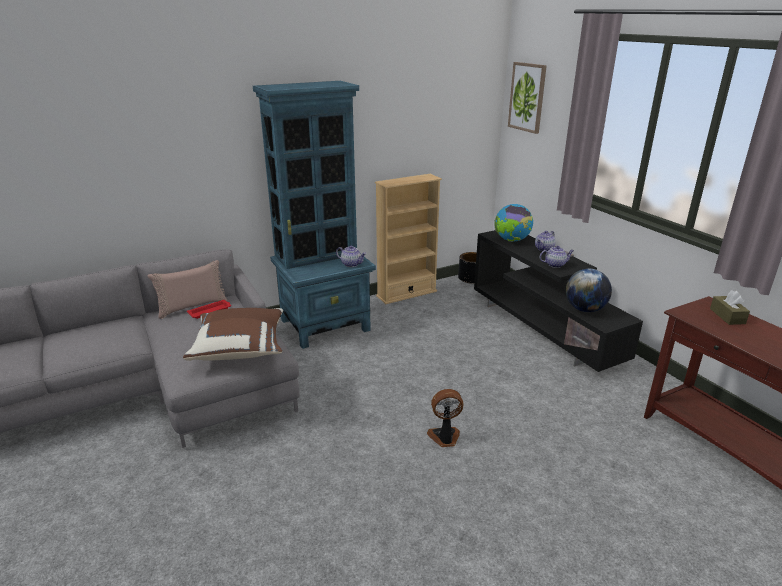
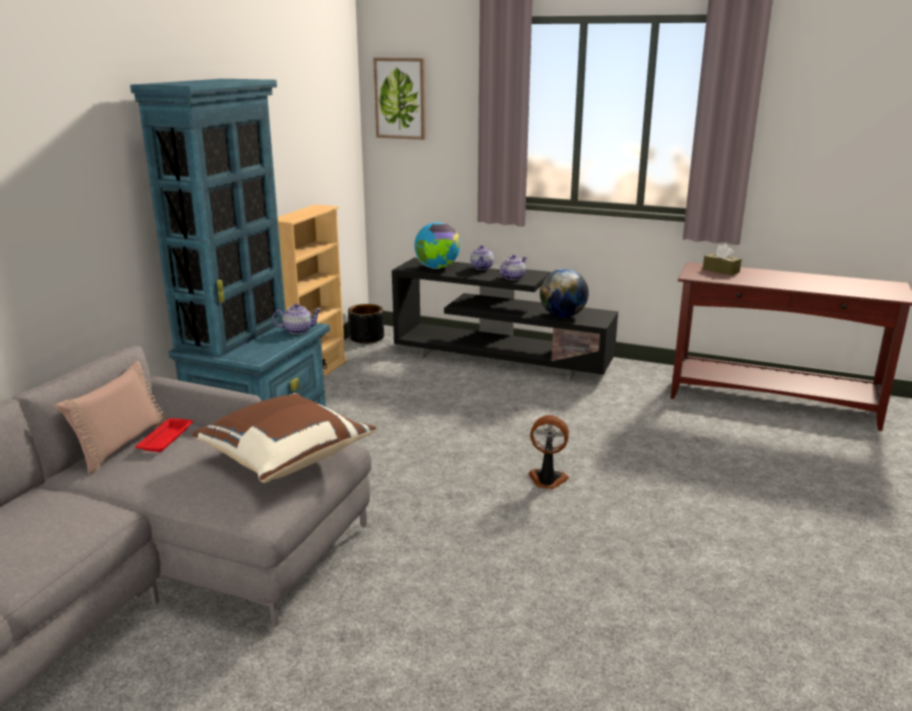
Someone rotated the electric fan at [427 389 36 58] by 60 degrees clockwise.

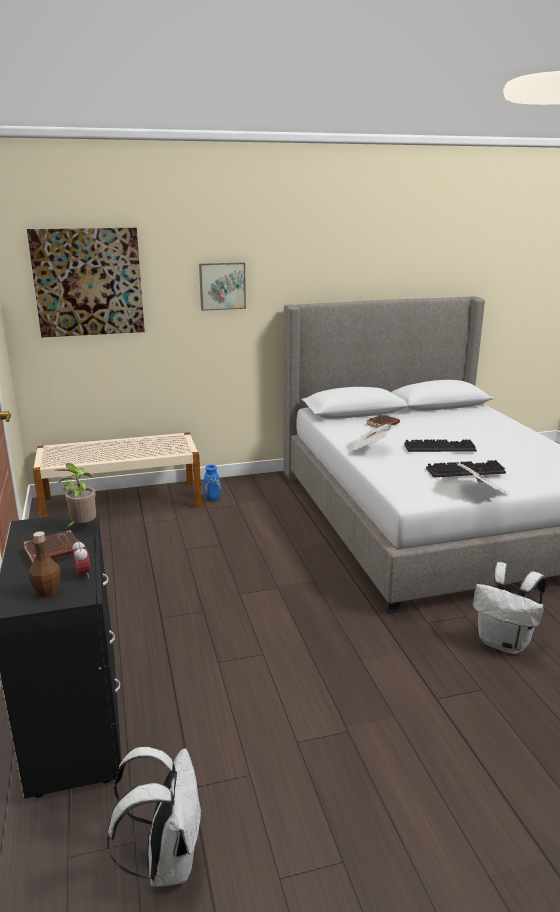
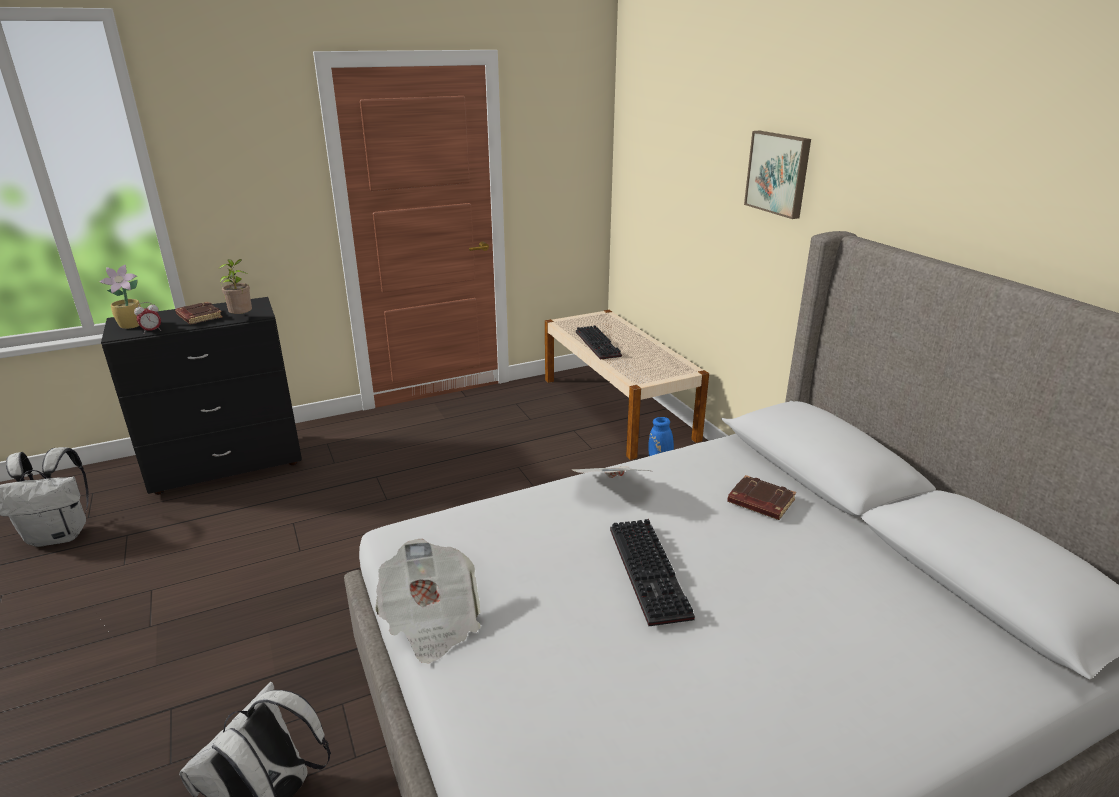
Someone took away the wall picture at [27 228 118 110]. Someone carried the computer keyboard from [426 460 80 17] to [576 325 46 35]. Someone swapped the brown-coloured bottle at [29 531 32 66] for the plant in a pot at [100 265 41 64].

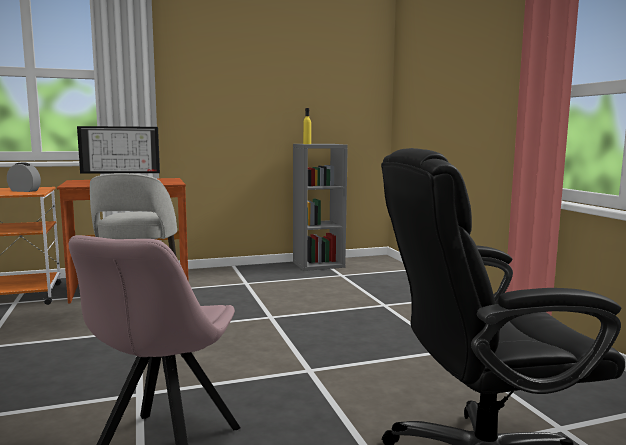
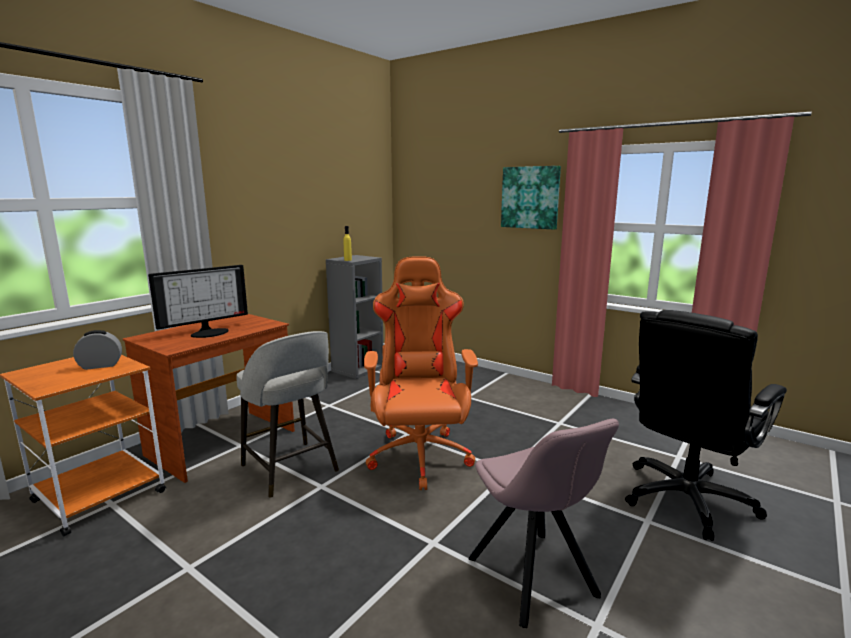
Someone put up the wall picture at [501 166 60 64]. Someone put down the orange office chair at [364 257 114 233].

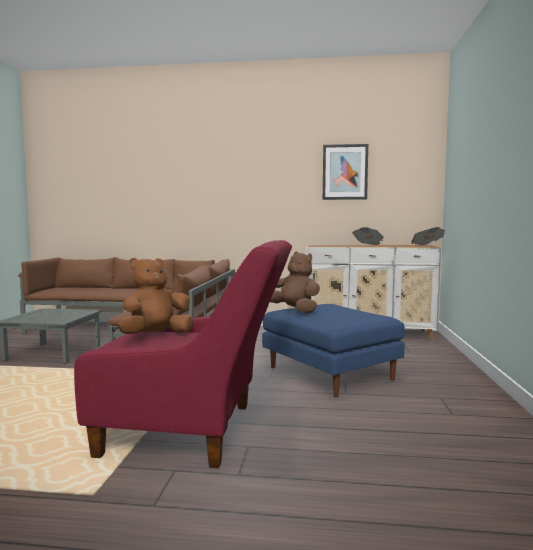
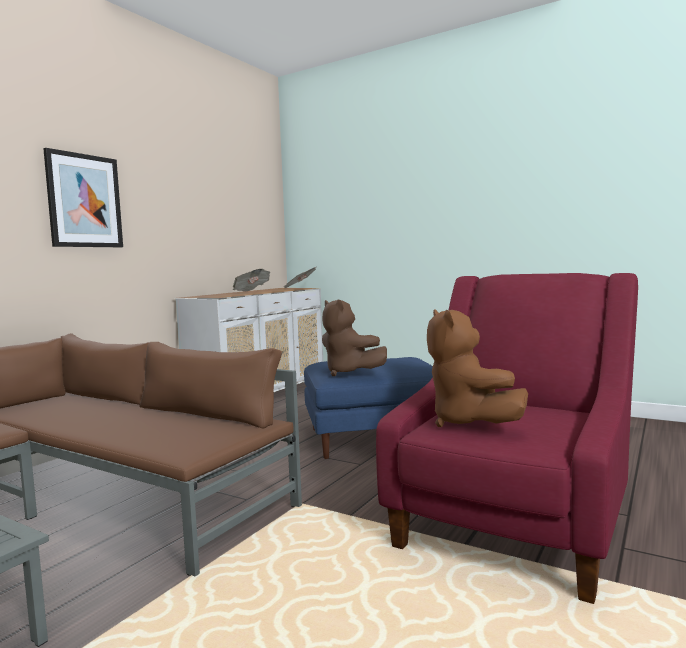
Someone carried the wall picture from [323 144 45 56] to [43 148 80 99]. Someone rotated the brown-coloured cuddly toy at [270 252 50 61] by 105 degrees counterclockwise.

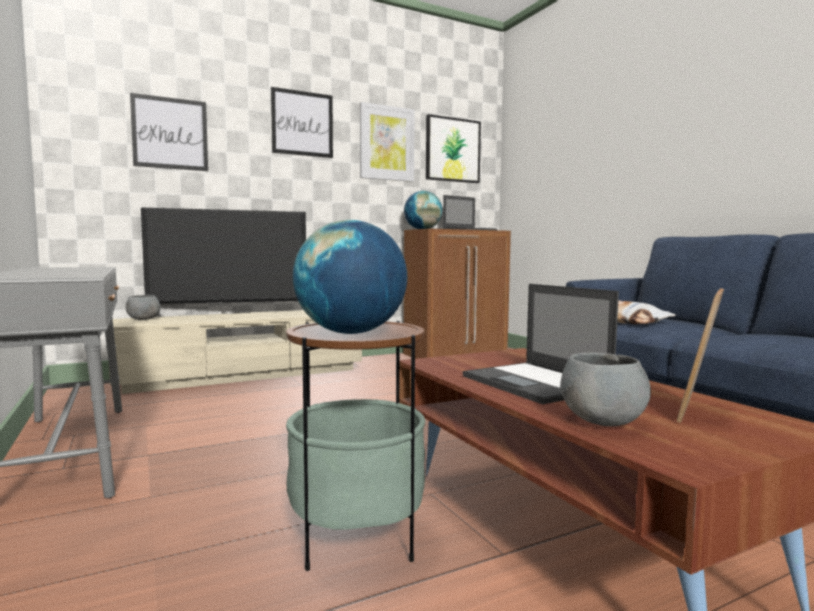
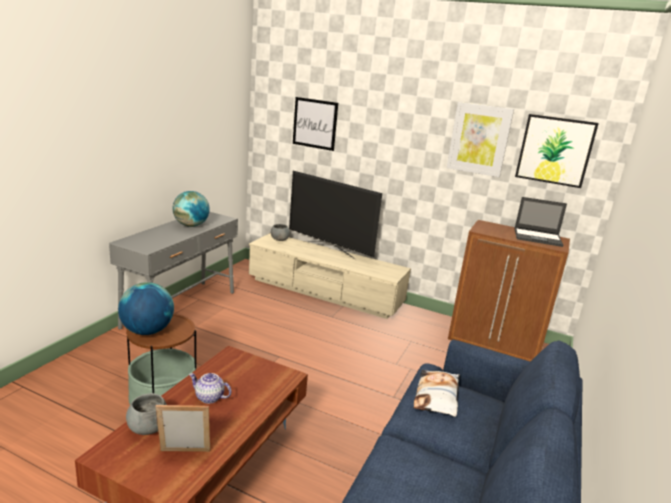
Someone took away the wall picture at [271 87 62 71]. Someone carried the desk globe from [404 191 38 38] to [172 191 38 36]. Someone swapped the laptop at [463 284 156 120] for the teapot at [189 373 42 31].

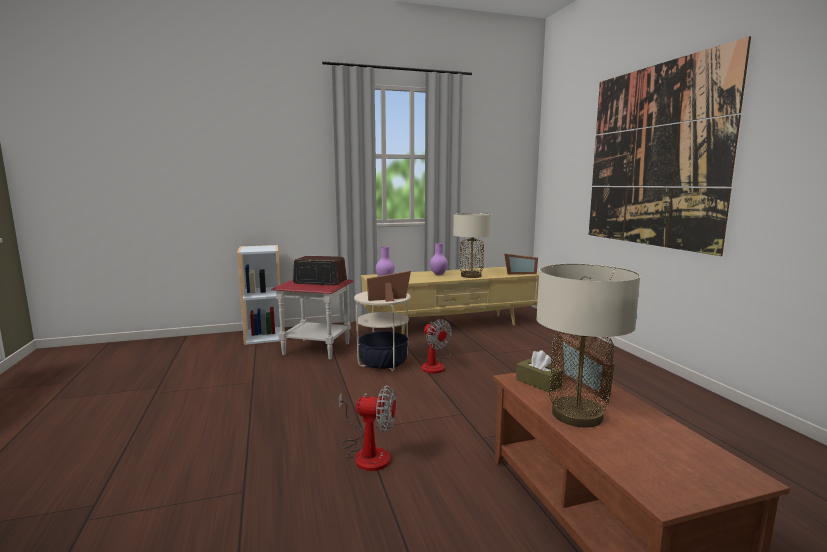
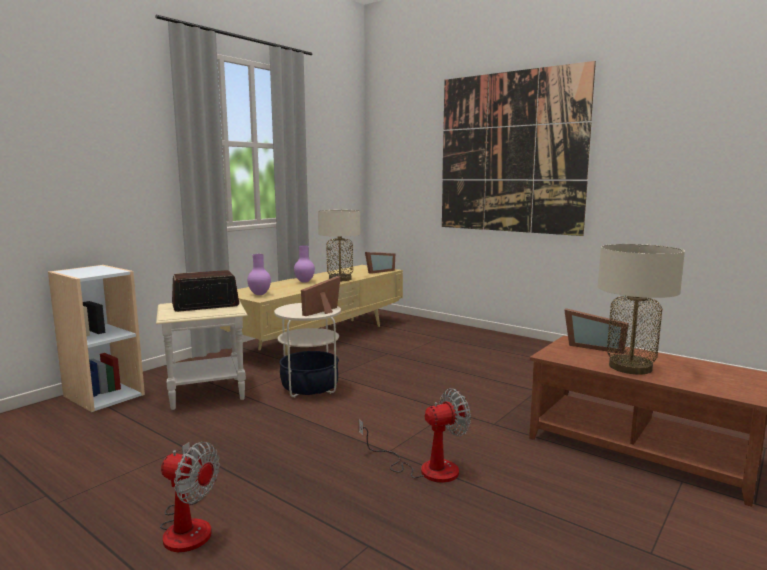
Someone repainted the reddish accent table at [271 279 83 81], which became the sand-coloured accent table at [156 300 92 110]. Someone carried the electric fan from [421 319 31 55] to [160 442 60 110]. Someone took away the brown-coloured tissue holder at [516 350 47 42].

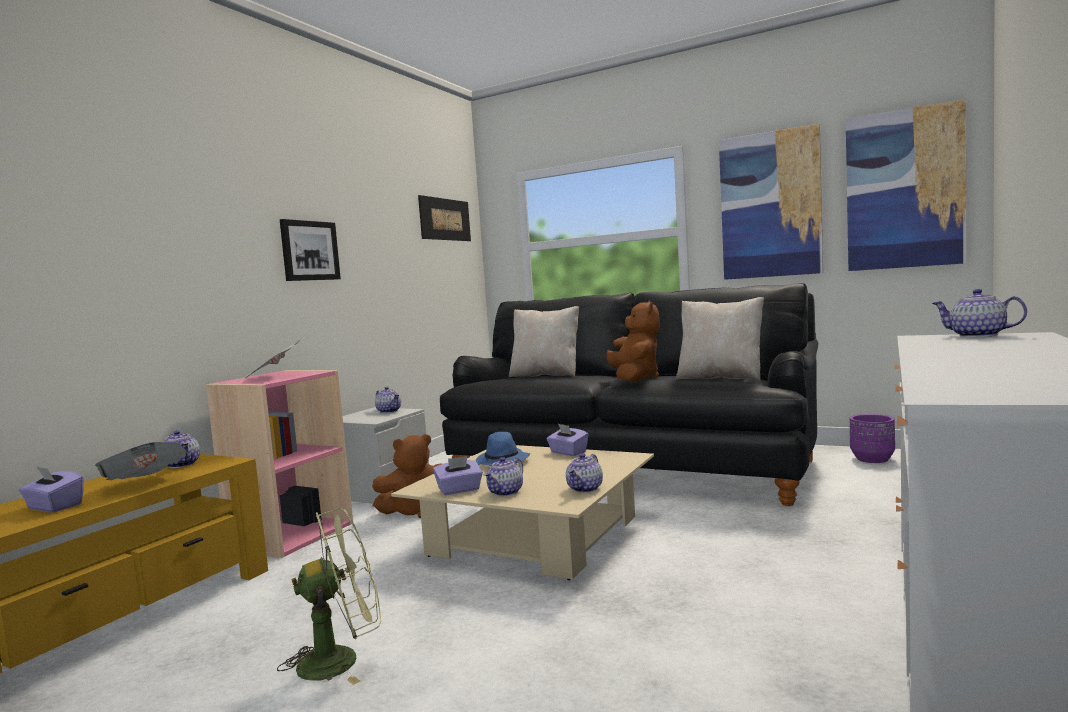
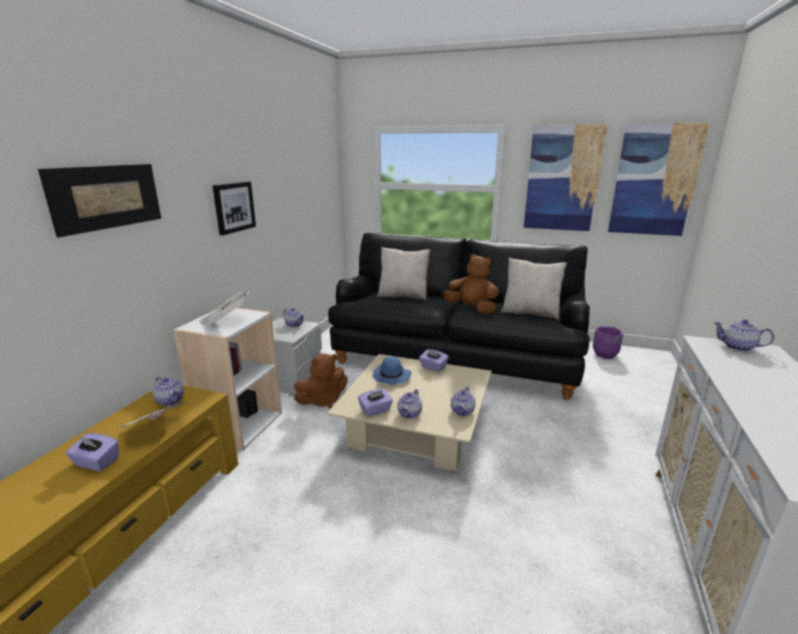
Someone carried the wall picture from [418 195 53 46] to [38 164 123 73]. Someone rotated the brown-coloured cuddly toy at [606 300 54 82] by 45 degrees counterclockwise. Someone repainted the pinkish shelving unit at [206 370 147 188], which became the whitish shelving unit at [173 308 109 143]. Someone took away the greenish electric fan at [277 507 104 178].

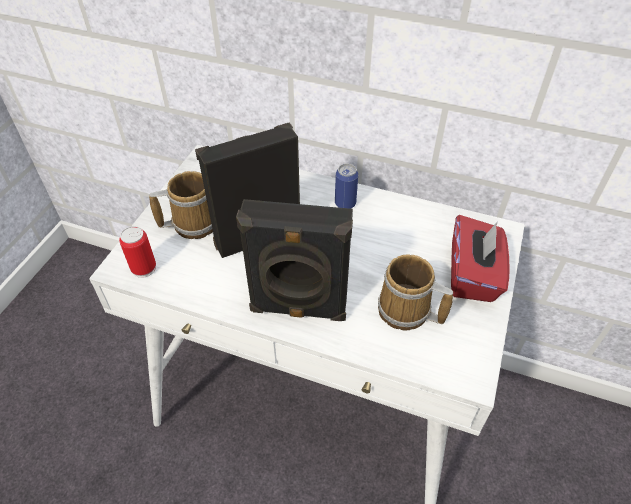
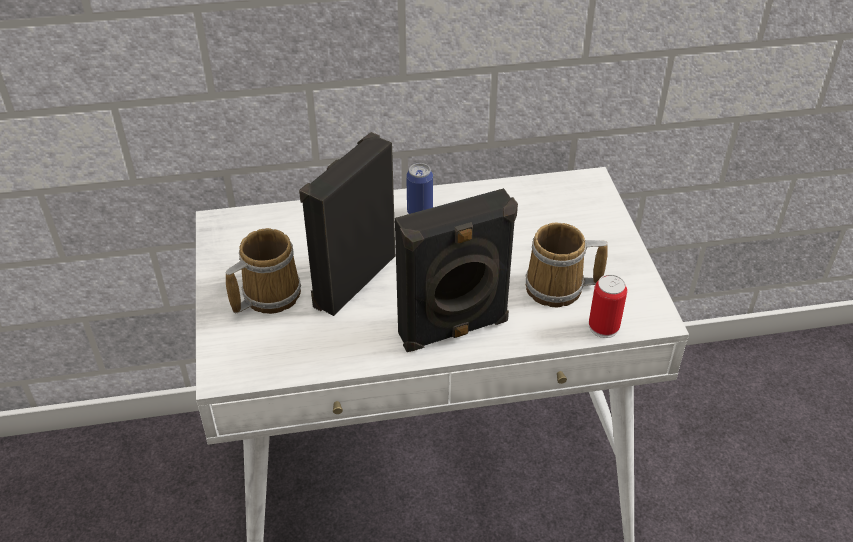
Someone took away the reddish tissue holder at [451 215 58 87]. Someone carried the metal can from [119 226 37 52] to [589 274 38 64].

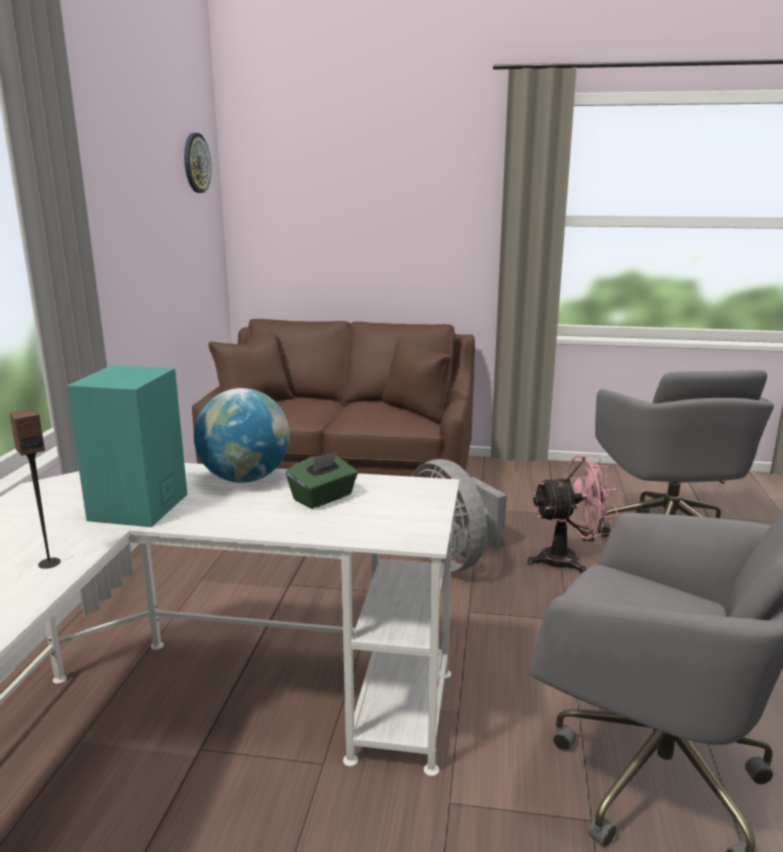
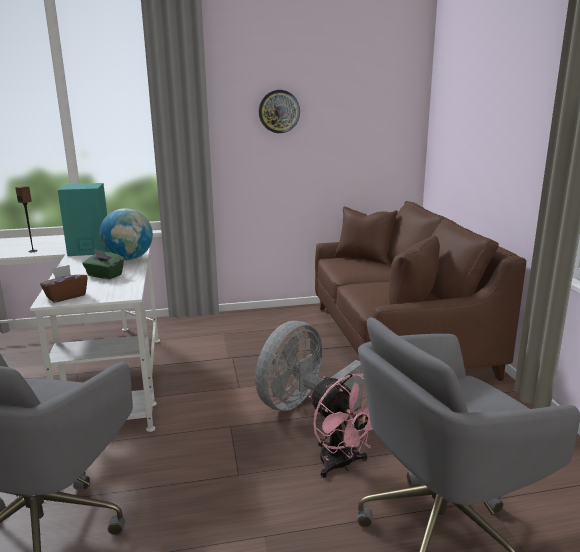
Someone carried the wall clock from [184 133 27 60] to [259 90 41 43]. Someone put down the brown-coloured tissue holder at [40 265 48 38].

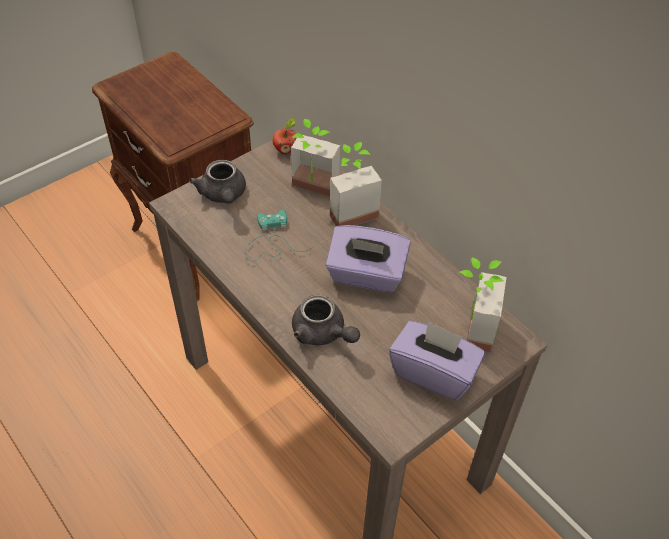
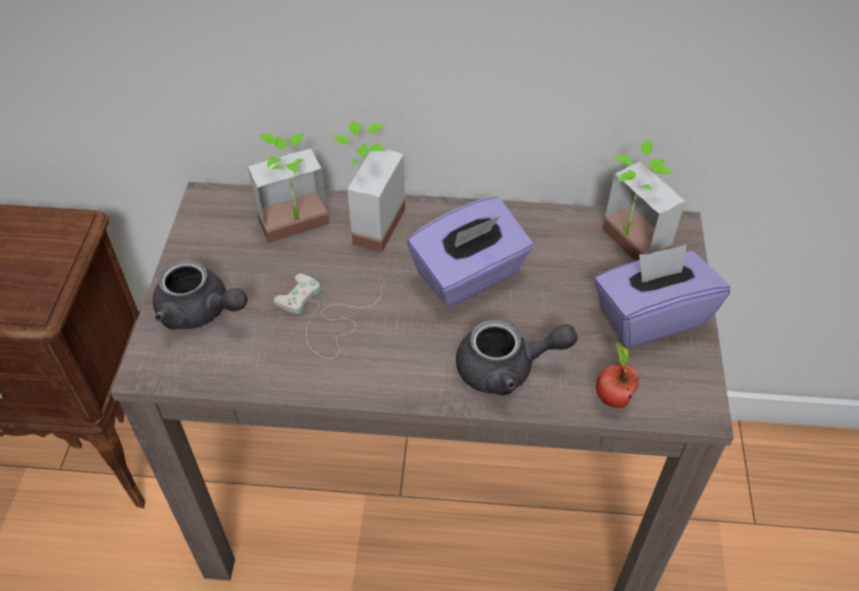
Someone carried the apple fruit from [273 118 24 36] to [596 343 43 65]. Someone repainted the turquoise game controller at [245 210 70 52], which became the whitish game controller at [273 274 109 85].

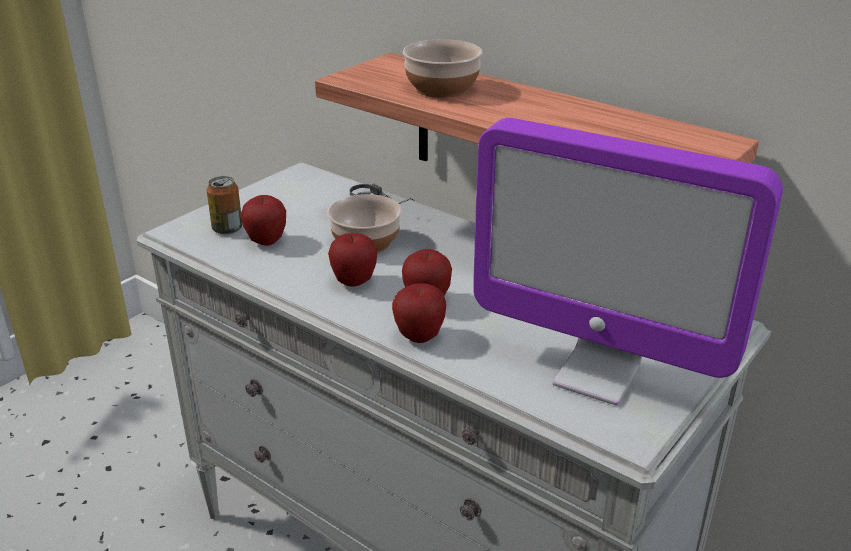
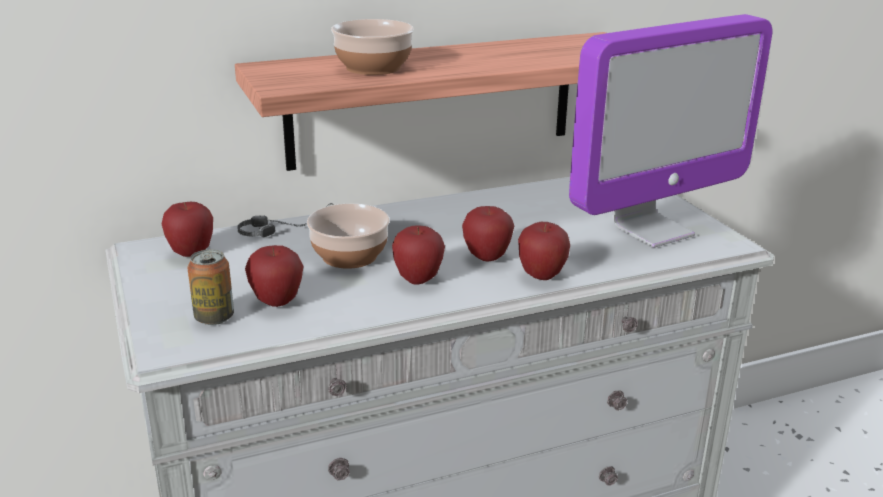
Someone put down the apple fruit at [162 202 51 55].

